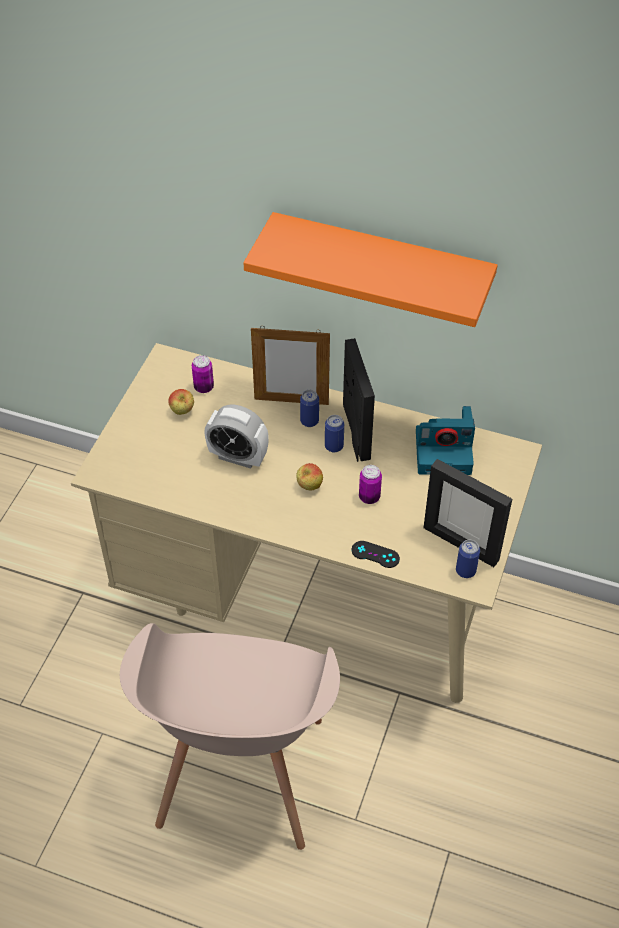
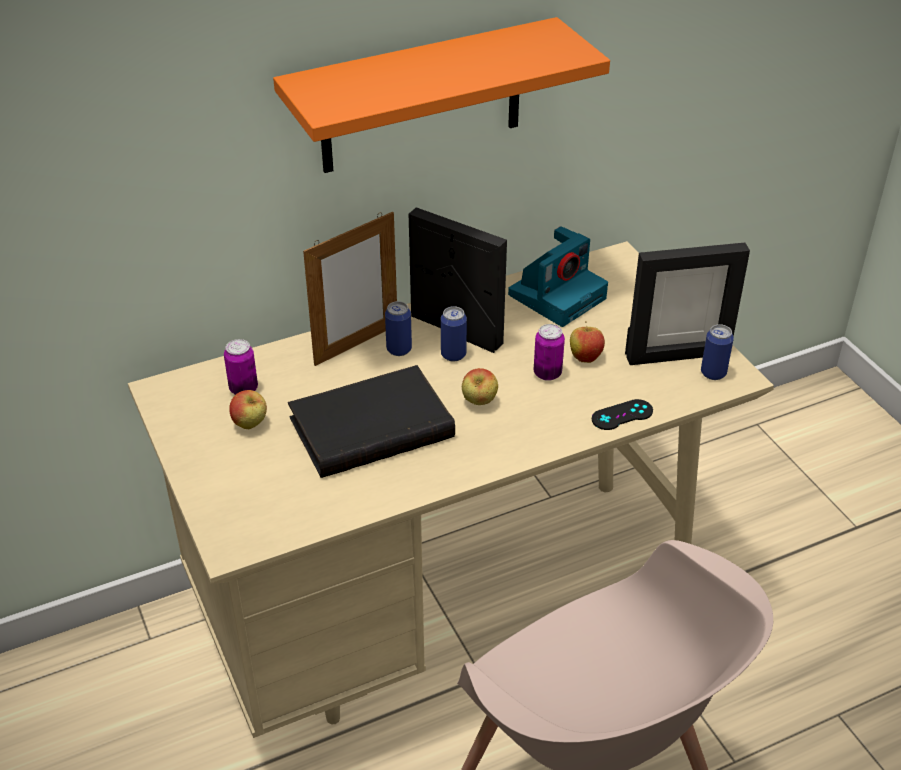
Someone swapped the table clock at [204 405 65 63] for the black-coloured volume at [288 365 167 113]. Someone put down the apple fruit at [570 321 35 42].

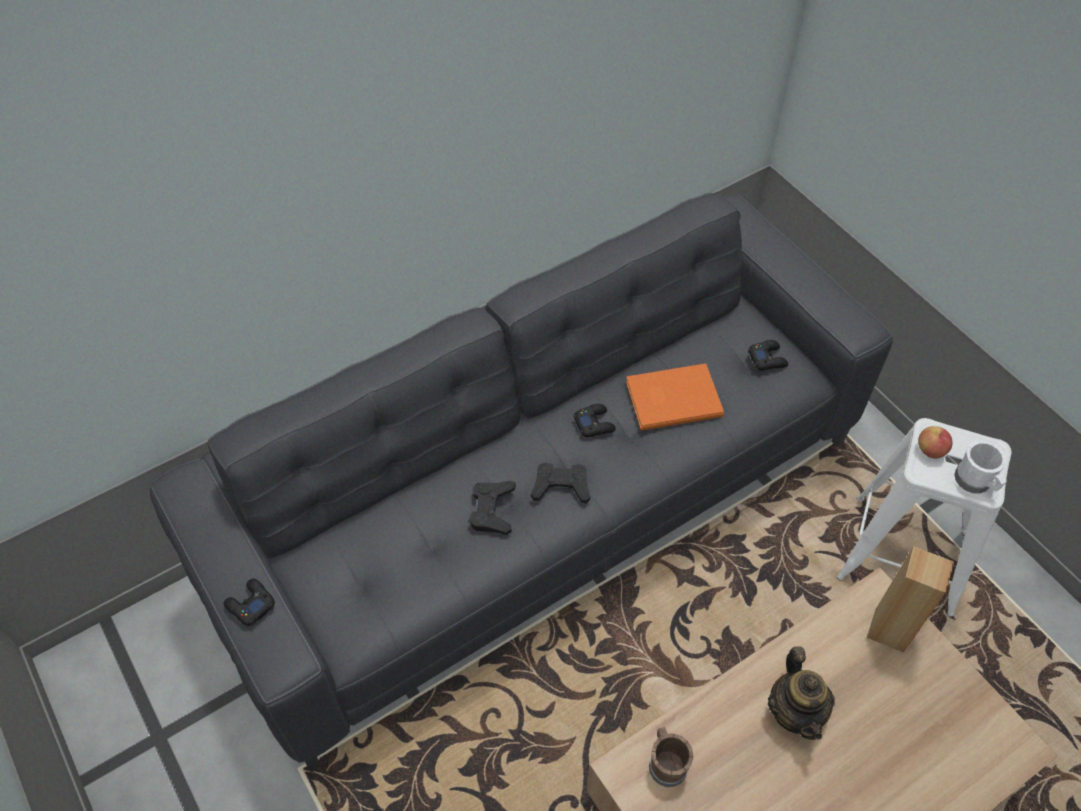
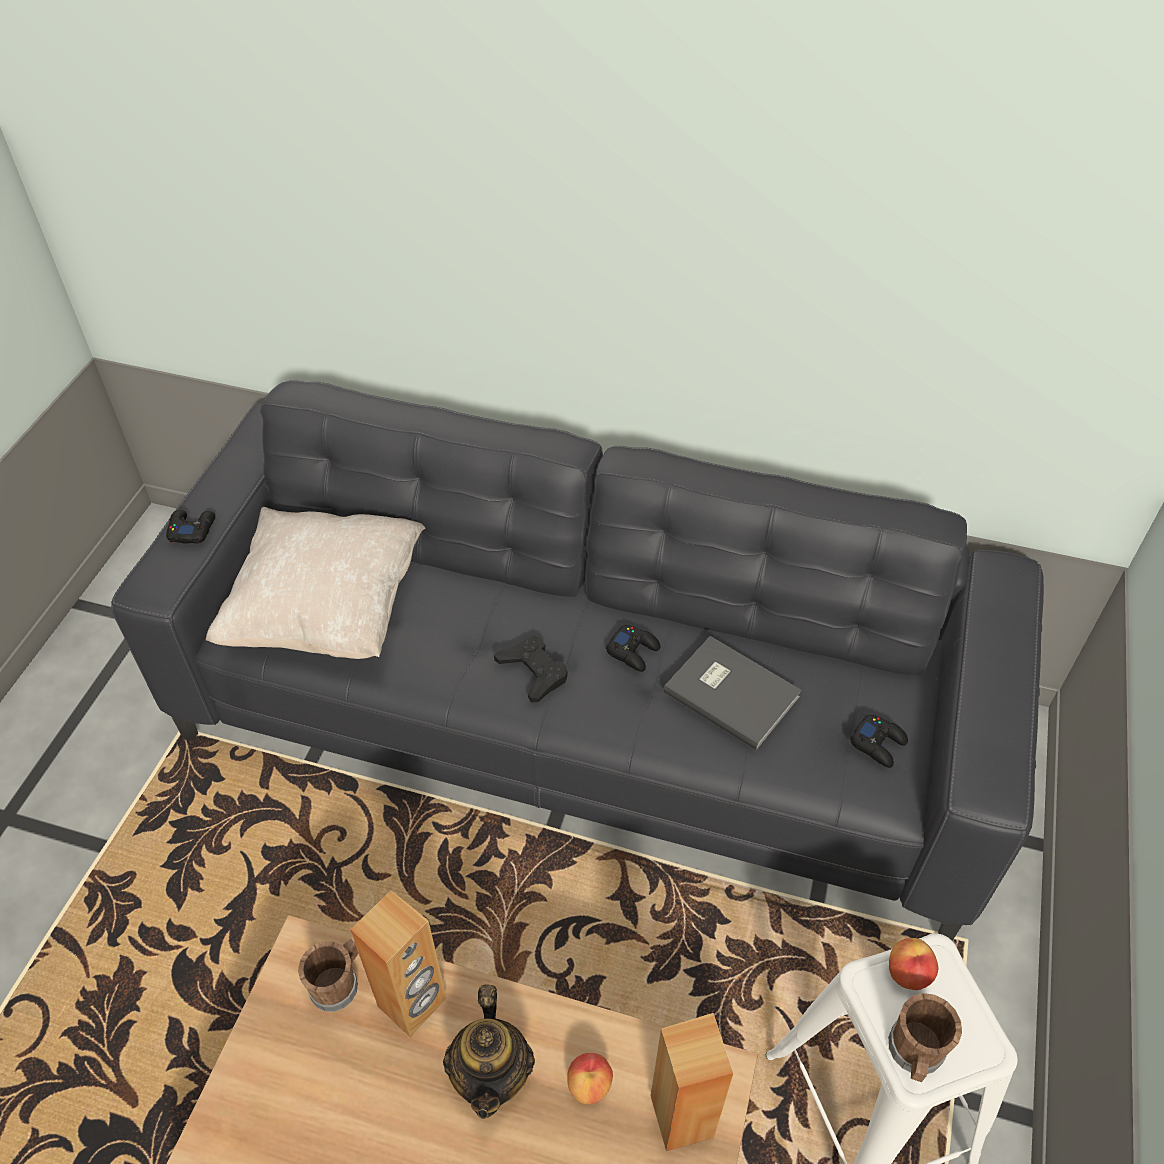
Someone repainted the orange volume at [626 363 98 68], which became the greyish volume at [663 636 139 114]. Someone repainted the whitish mug at [954 440 53 54], which became the brown-coloured mug at [888 993 74 89]. Someone took away the black-coloured game controller at [469 481 47 54]. Someone rotated the teapot at [768 647 67 93] by 45 degrees counterclockwise. Someone put down the sand-coloured throw pillow at [206 507 219 152]. Someone put down the brown-coloured loudspeaker at [350 890 97 147]. Someone put down the apple fruit at [567 1053 46 51].

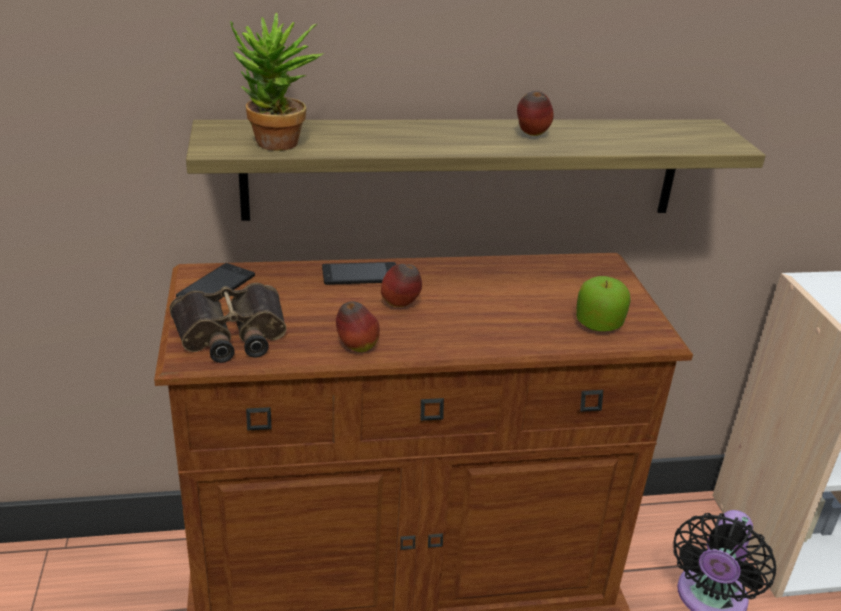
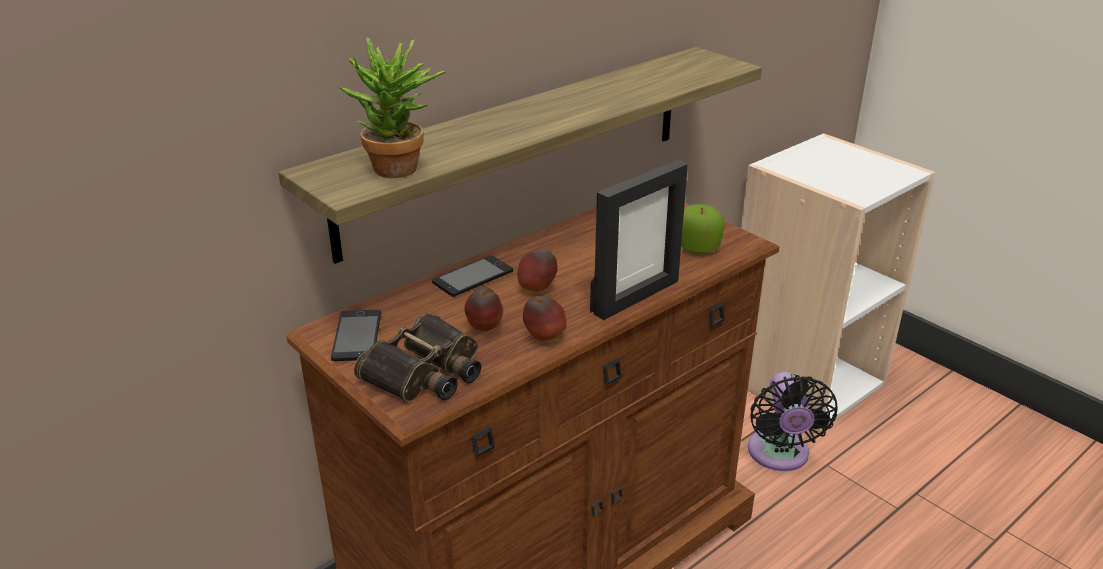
Someone carried the apple fruit from [517 91 37 45] to [464 287 39 44]. Someone put down the standing frame at [590 160 98 160].

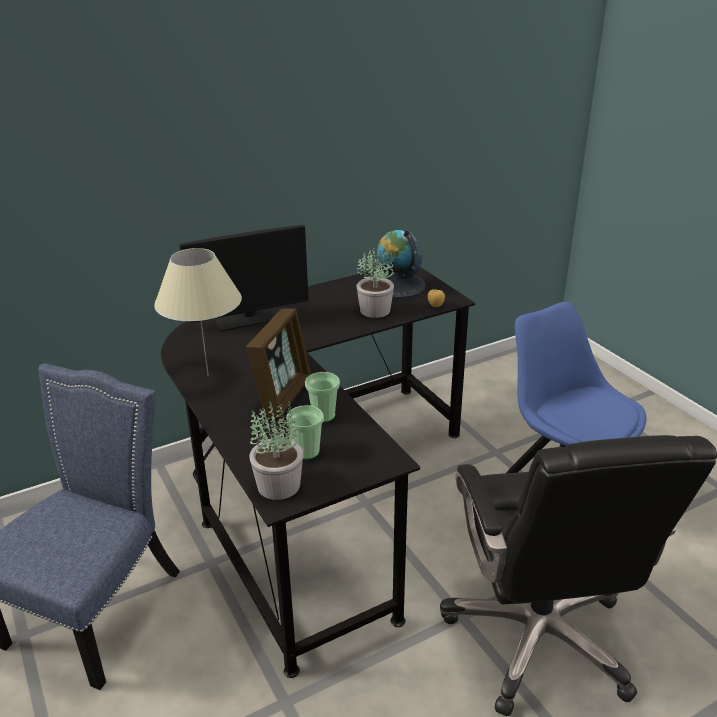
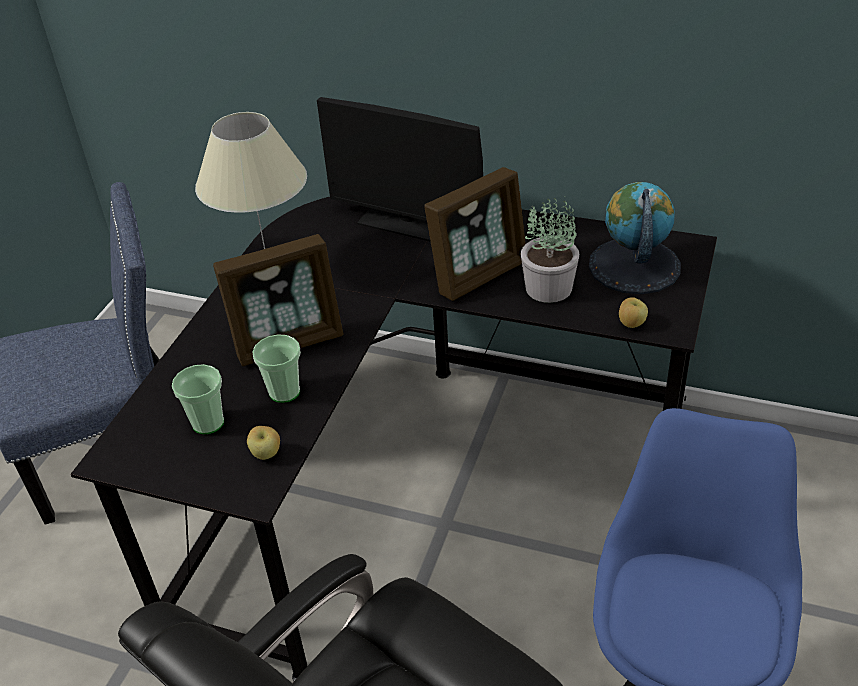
Someone took away the plant in a pot at [249 401 54 99]. Someone put down the standing frame at [424 167 102 134]. Someone put down the apple fruit at [247 426 33 34].

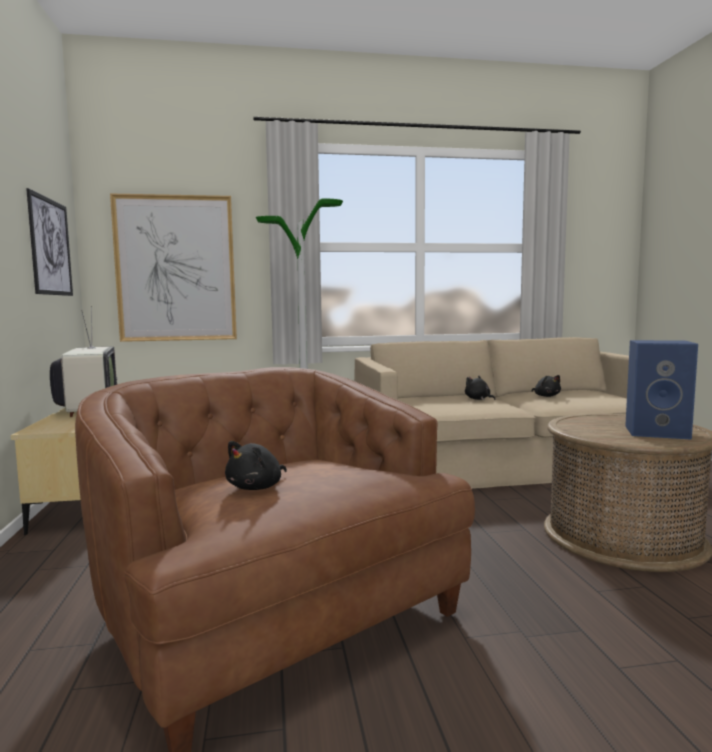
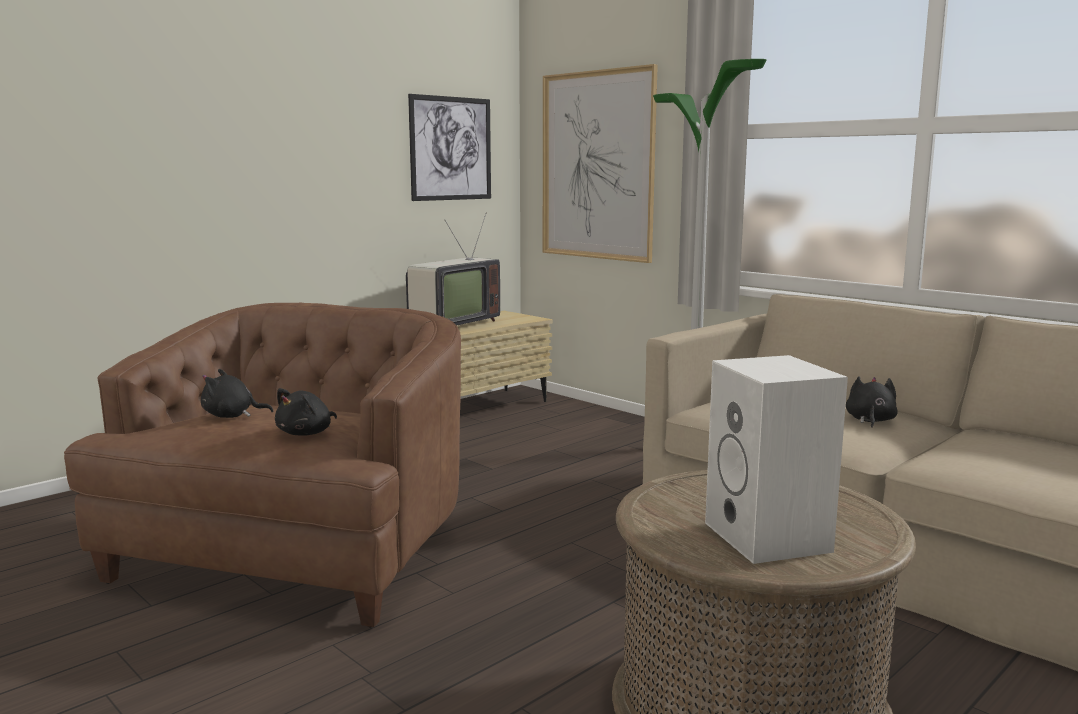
Someone repainted the blue loudspeaker at [625 340 73 100], which became the whitish loudspeaker at [705 355 143 209]. Someone carried the black-coloured cuddly toy from [532 375 29 22] to [275 388 62 48].

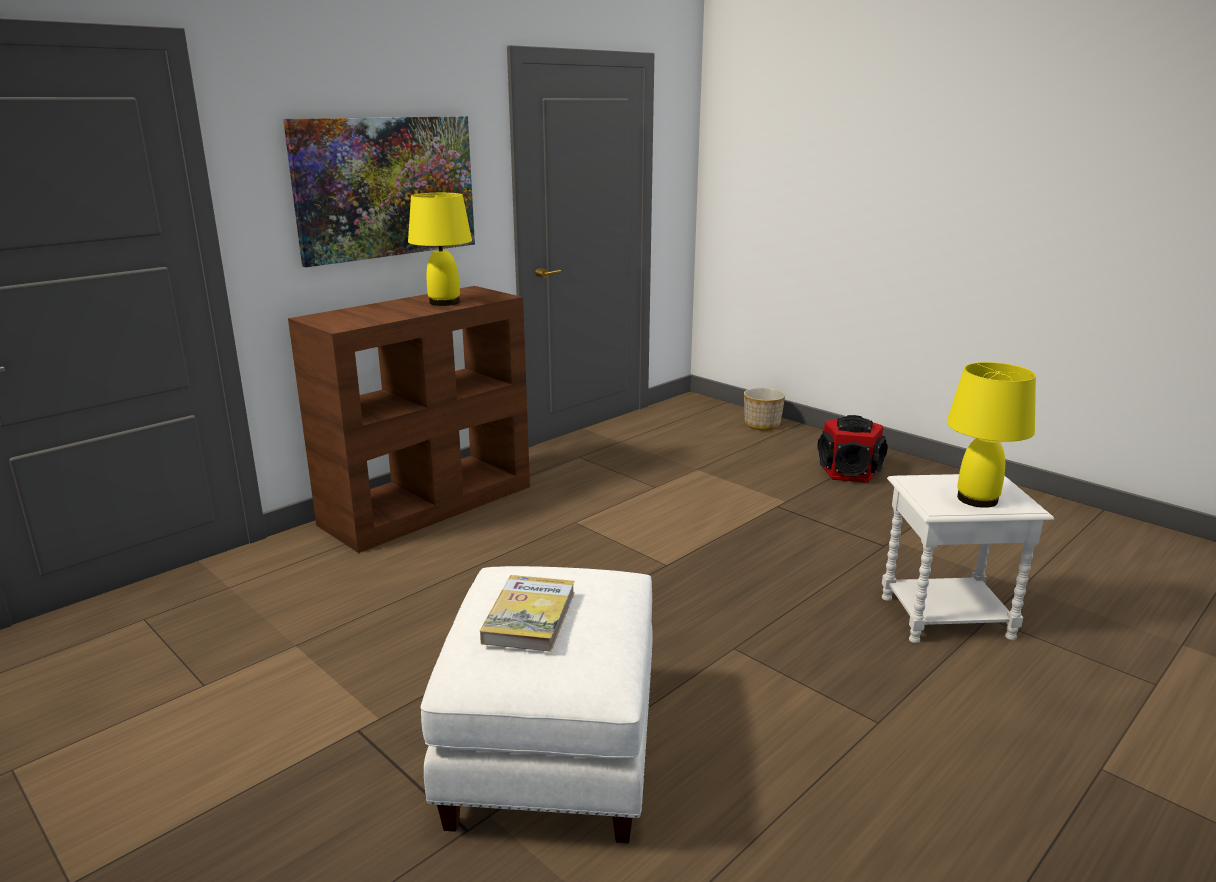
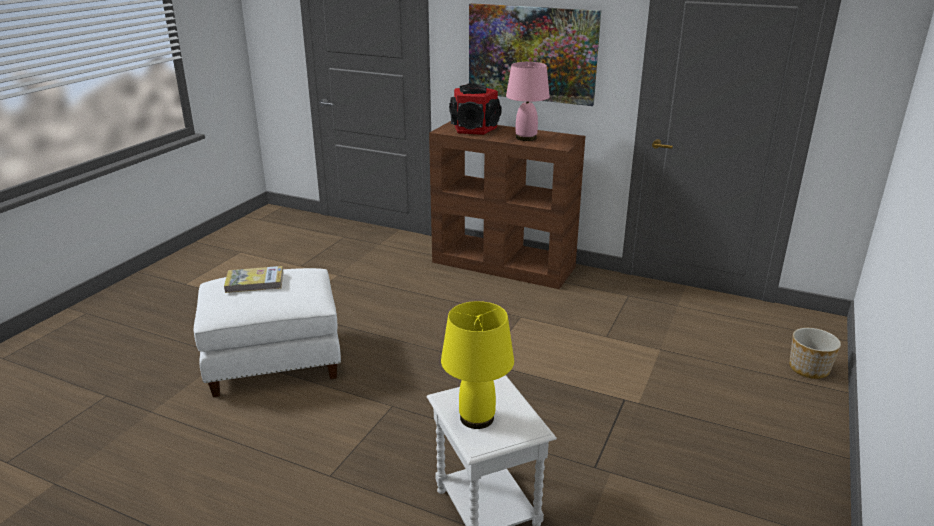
Someone repainted the yellow table lamp at [408 193 64 113], which became the pinkish table lamp at [506 62 44 79]. Someone carried the loudspeaker from [817 415 71 68] to [449 83 53 52].

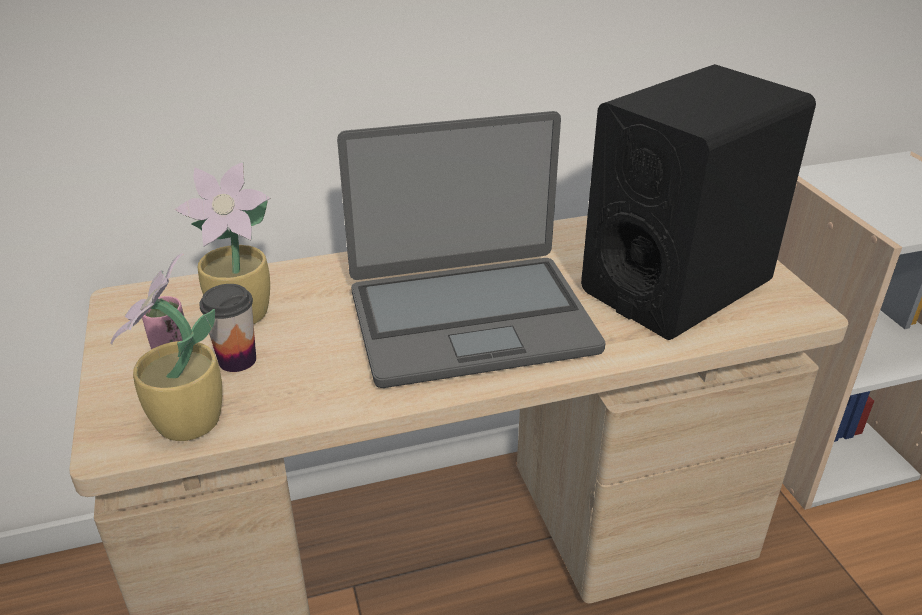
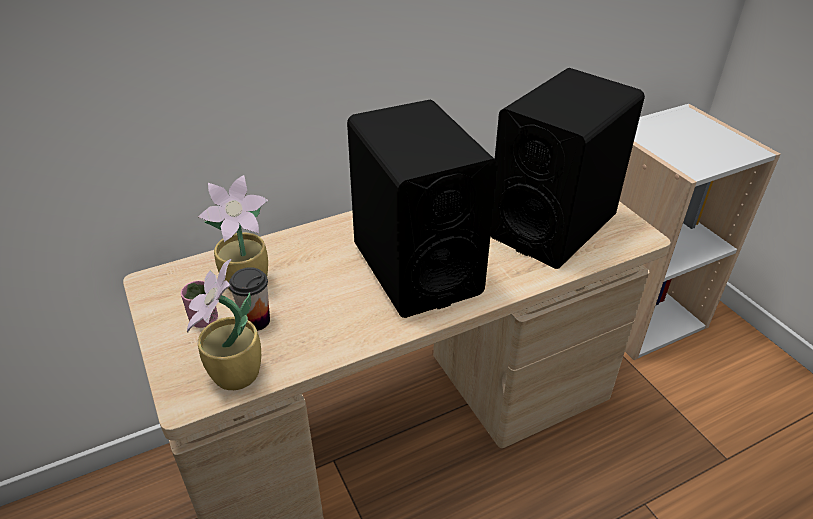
Someone swapped the laptop at [337 111 268 277] for the black-coloured loudspeaker at [347 100 151 218].

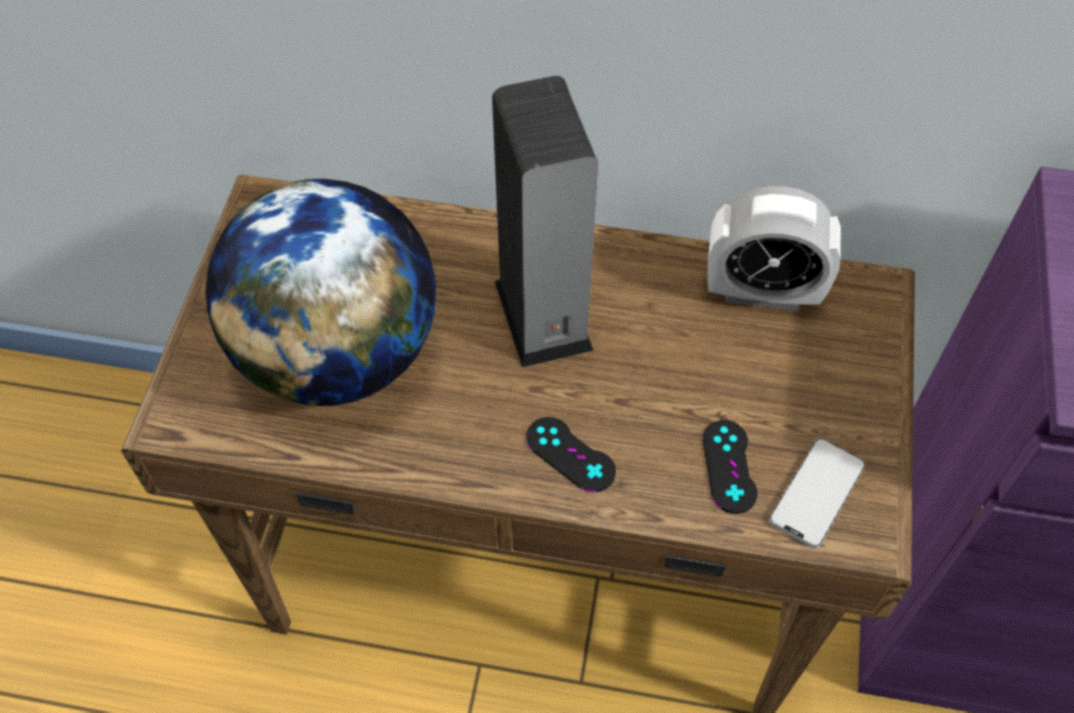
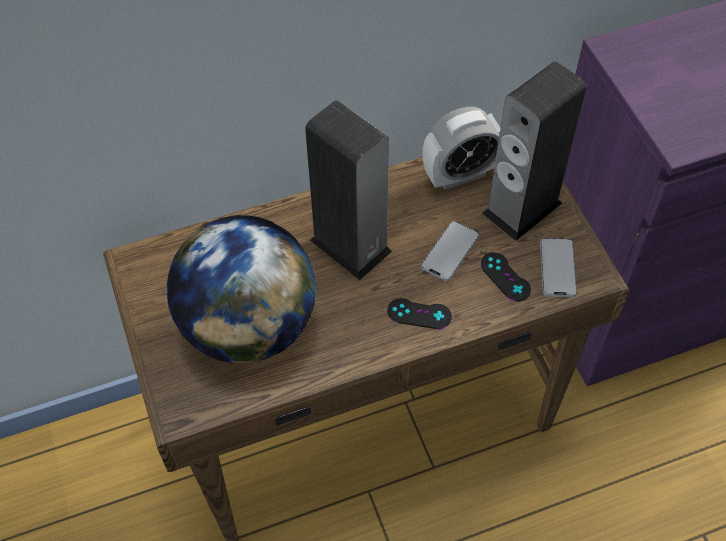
Someone put down the loudspeaker at [482 61 104 180]. Someone put down the handset at [421 221 58 60].

